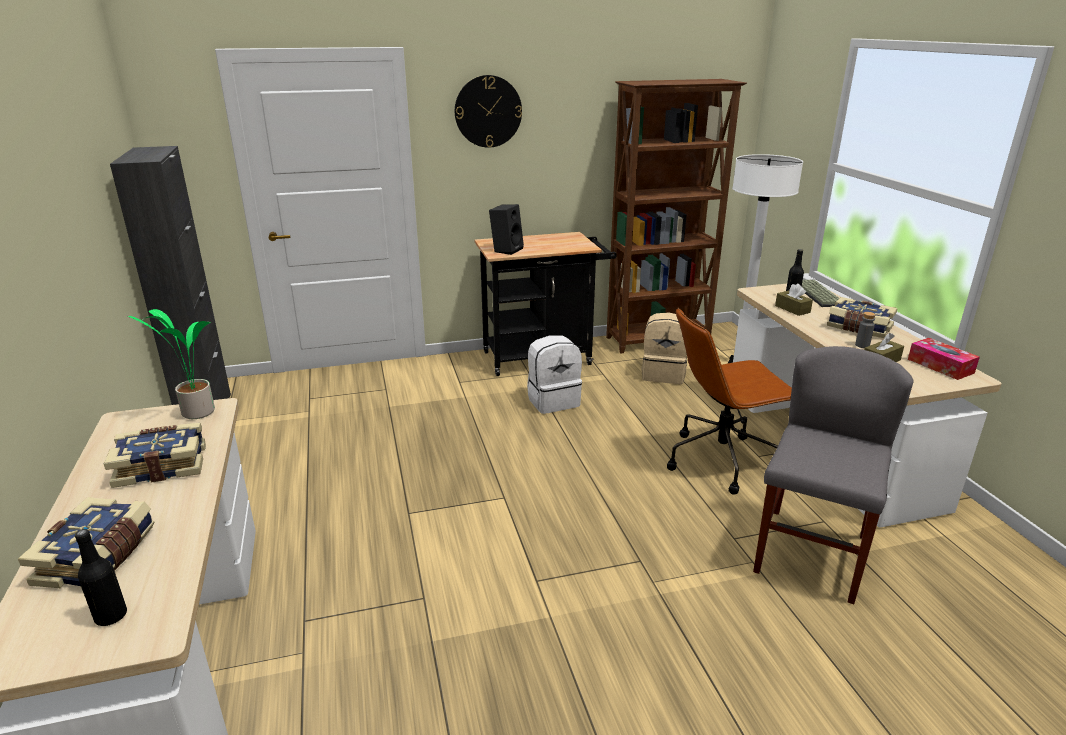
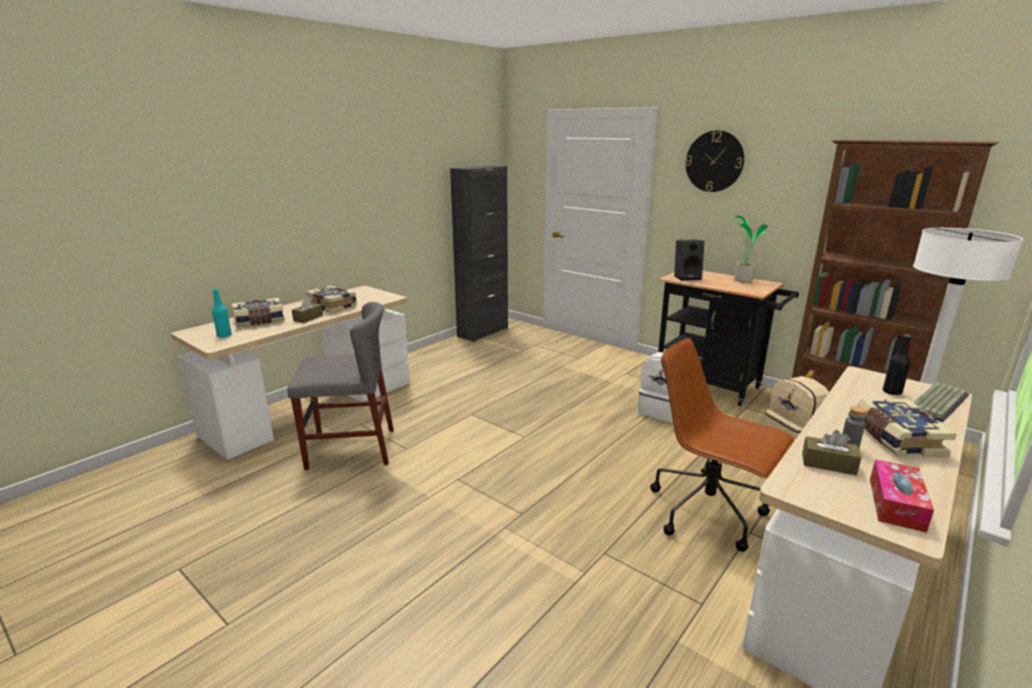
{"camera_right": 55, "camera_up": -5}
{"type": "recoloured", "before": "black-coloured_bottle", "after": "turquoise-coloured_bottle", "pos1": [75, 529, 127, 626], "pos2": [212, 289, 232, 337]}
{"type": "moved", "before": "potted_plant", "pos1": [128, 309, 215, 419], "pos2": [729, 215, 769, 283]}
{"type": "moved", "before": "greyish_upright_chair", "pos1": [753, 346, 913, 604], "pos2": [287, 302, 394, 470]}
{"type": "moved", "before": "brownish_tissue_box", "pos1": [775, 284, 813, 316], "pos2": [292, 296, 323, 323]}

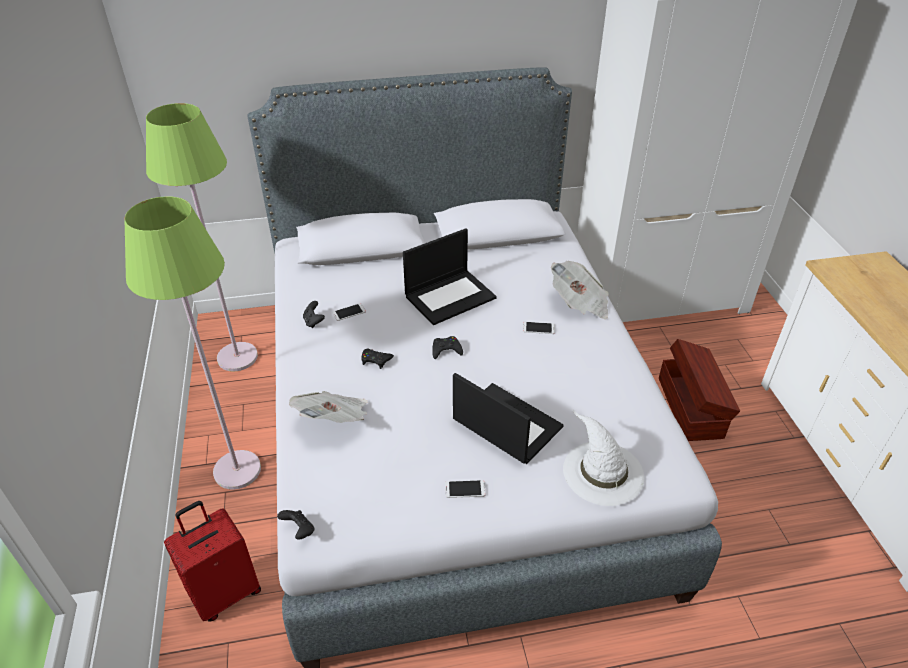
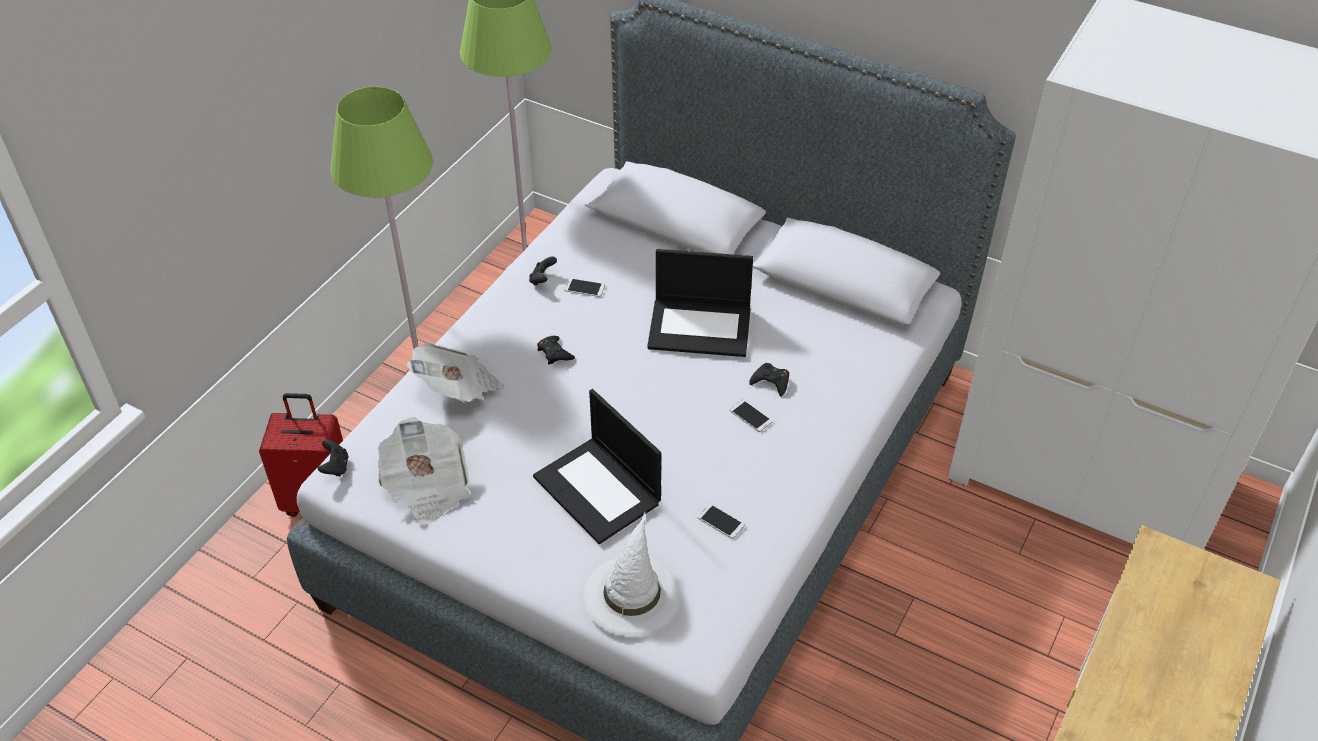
{"camera_right": 40, "camera_up": 5}
{"type": "moved", "before": "black-coloured_joypad", "pos1": [432, 336, 463, 359], "pos2": [749, 363, 789, 397]}
{"type": "moved", "before": "telephone", "pos1": [445, 480, 486, 498], "pos2": [697, 504, 745, 539]}
{"type": "turned", "before": "portable_computer", "pos1": [453, 373, 563, 464], "pos2": [533, 389, 661, 544], "turn": 150}
{"type": "moved", "before": "newspaper", "pos1": [551, 261, 609, 319], "pos2": [378, 417, 470, 526]}
{"type": "removed", "before": "brownish_storage_bin", "pos1": [659, 339, 740, 441]}

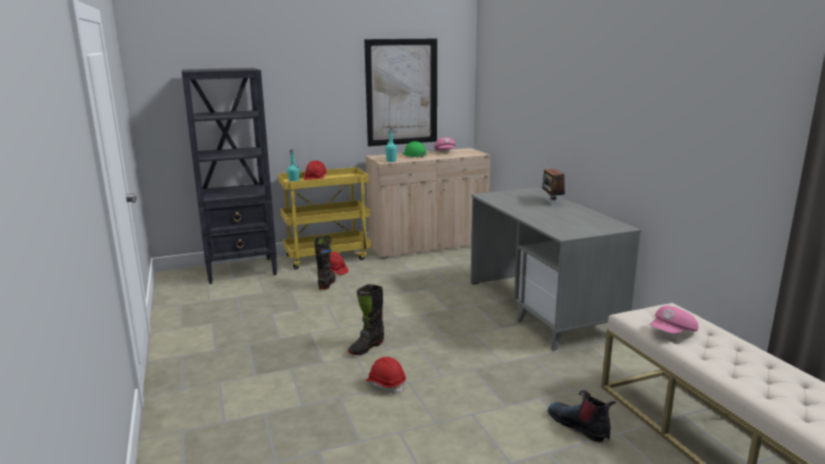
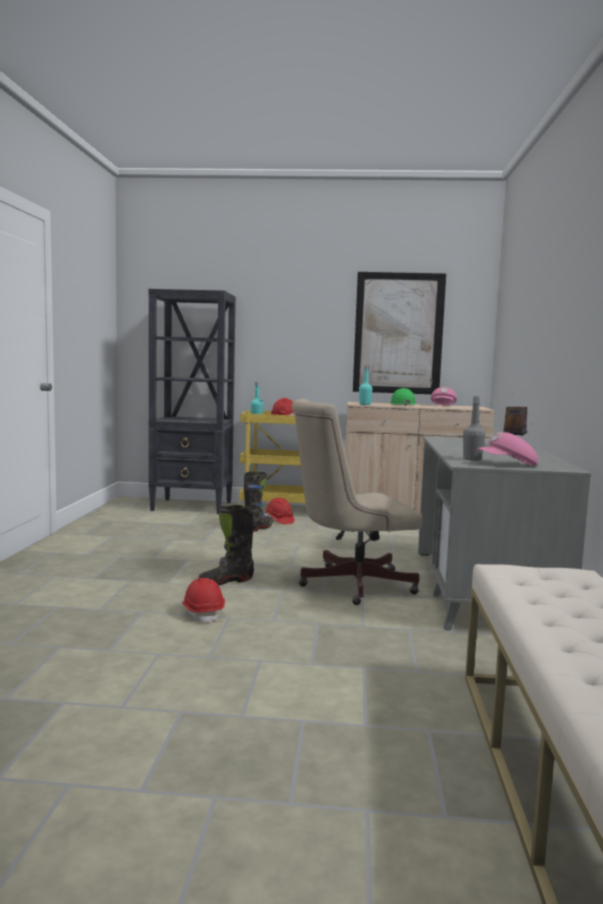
{"camera_right": 25, "camera_up": -10}
{"type": "removed", "before": "high-top_boot", "pos1": [548, 390, 616, 443]}
{"type": "moved", "before": "pink-coloured_cap", "pos1": [650, 306, 698, 334], "pos2": [477, 432, 538, 466]}
{"type": "added", "after": "sand-coloured_office_chair", "pos2": [292, 399, 422, 605]}
{"type": "added", "after": "greyish_bottle", "pos2": [463, 396, 485, 461]}

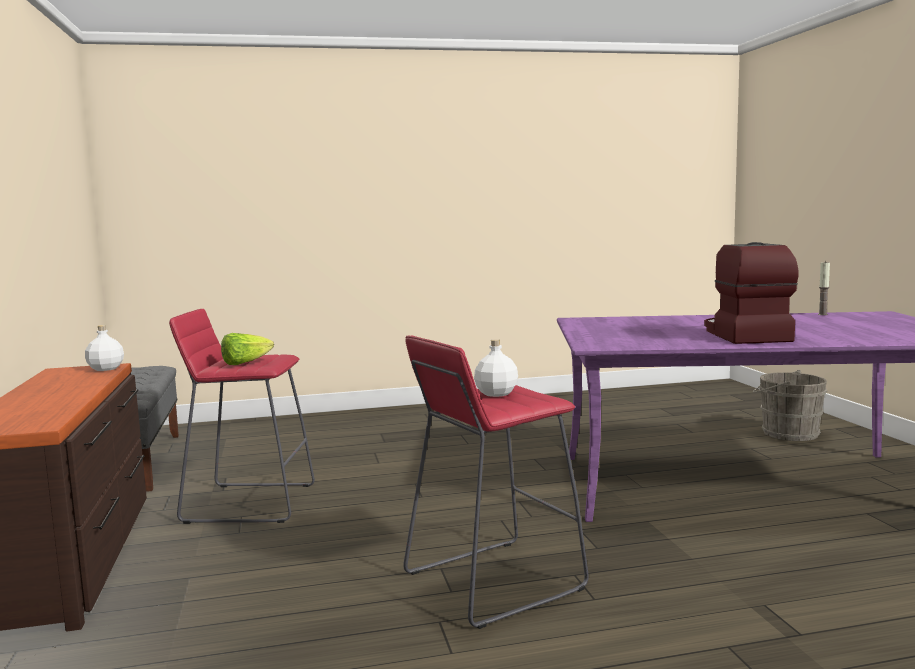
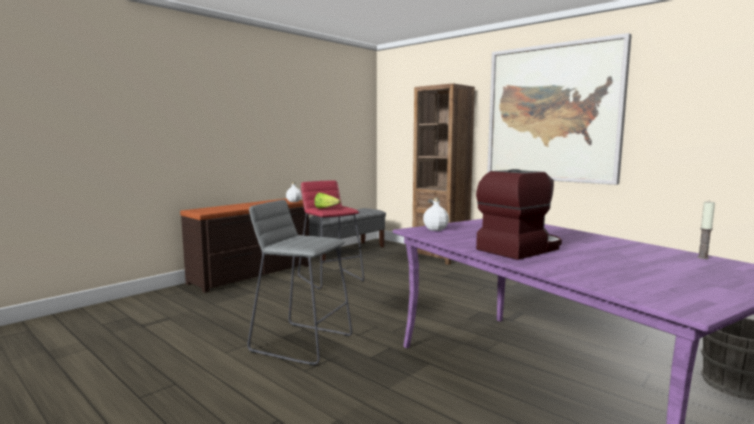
{"camera_right": 55, "camera_up": 0}
{"type": "recoloured", "before": "red-coloured_stool", "after": "greyish_stool", "pos1": [403, 335, 589, 629], "pos2": [247, 200, 352, 366]}
{"type": "moved", "before": "white-coloured_bottle", "pos1": [474, 339, 518, 397], "pos2": [423, 198, 449, 231]}
{"type": "added", "after": "brownish_bookshelf", "pos2": [413, 83, 475, 265]}
{"type": "added", "after": "wall_picture", "pos2": [487, 33, 632, 185]}

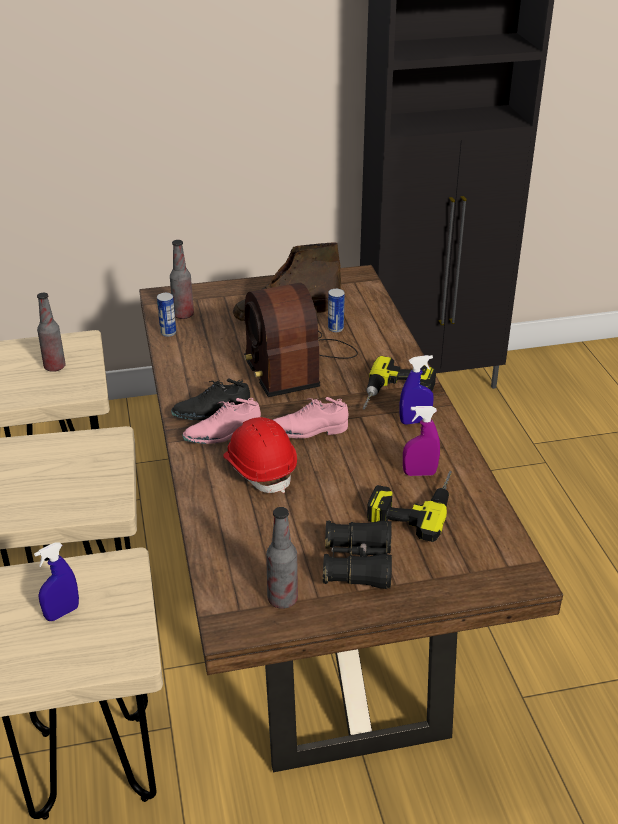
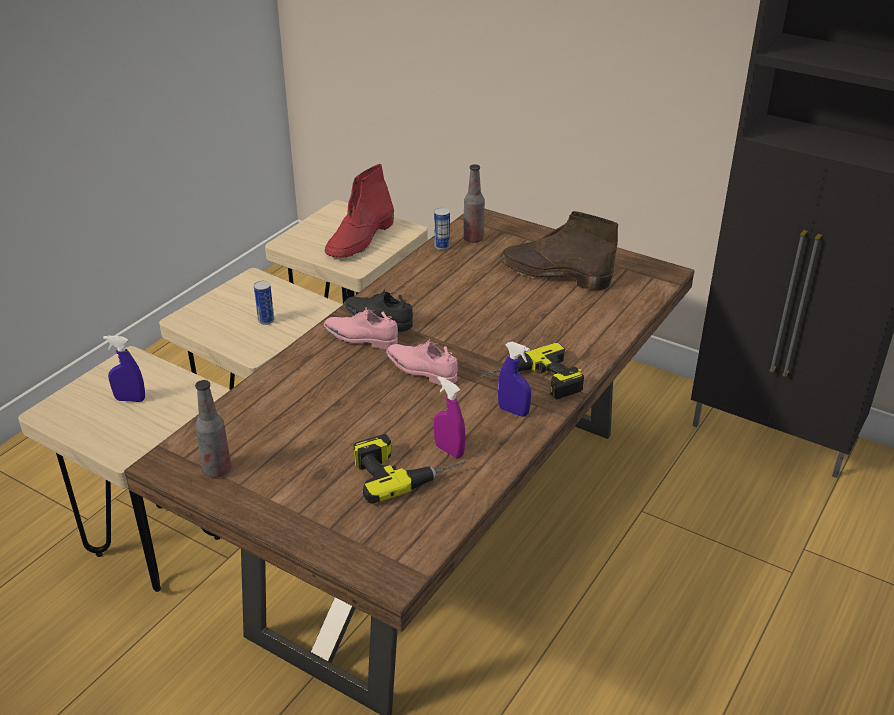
{"camera_right": 45, "camera_up": 0}
{"type": "replaced", "before": "bottle", "after": "red-coloured_high-top_boot", "pos1": [37, 293, 66, 372], "pos2": [325, 164, 394, 258]}
{"type": "removed", "before": "red-coloured_hard_hat", "pos1": [223, 417, 297, 493]}
{"type": "removed", "before": "radio_receiver", "pos1": [244, 283, 358, 397]}
{"type": "removed", "before": "black-coloured_binoculars", "pos1": [323, 520, 392, 589]}
{"type": "moved", "before": "can", "pos1": [328, 289, 345, 332], "pos2": [254, 281, 274, 325]}

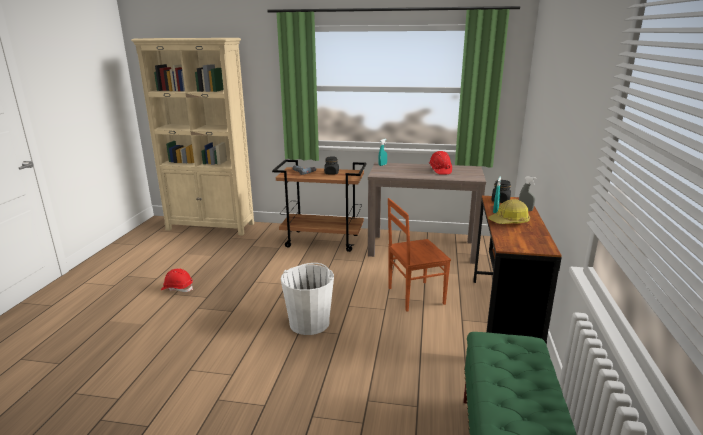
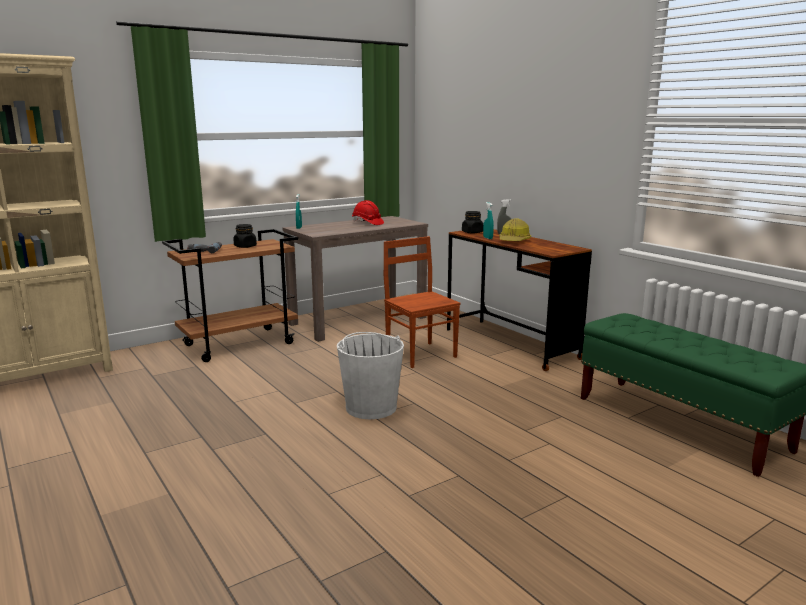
{"camera_right": -45, "camera_up": -5}
{"type": "removed", "before": "red-coloured_hard_hat", "pos1": [161, 268, 193, 292]}
{"type": "turned", "before": "brownish_upright_chair", "pos1": [388, 198, 451, 312], "pos2": [384, 236, 461, 368], "turn": 120}

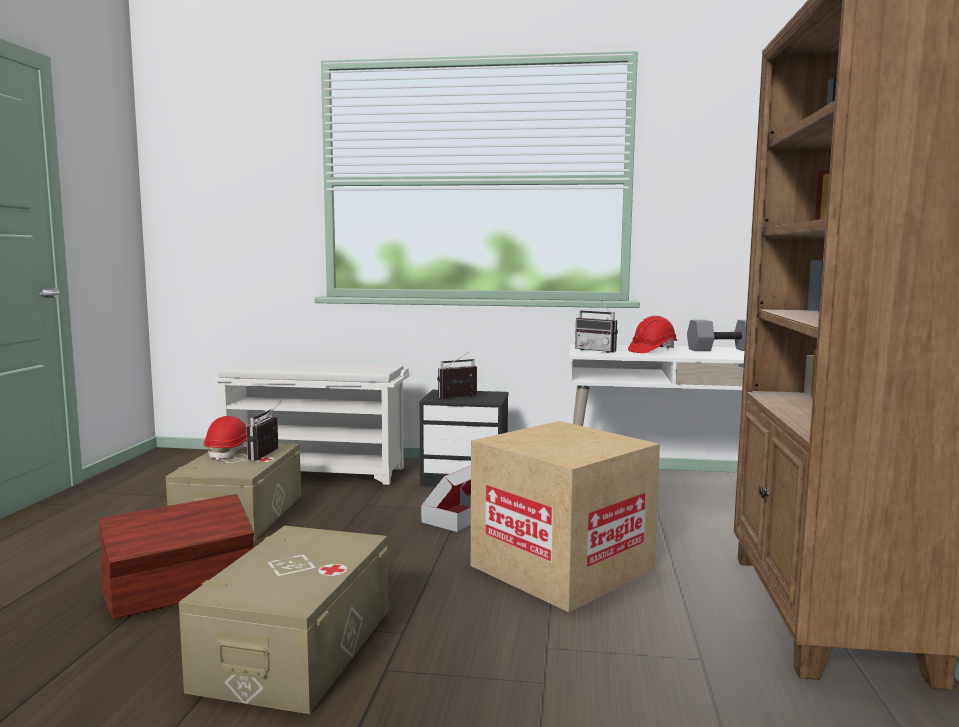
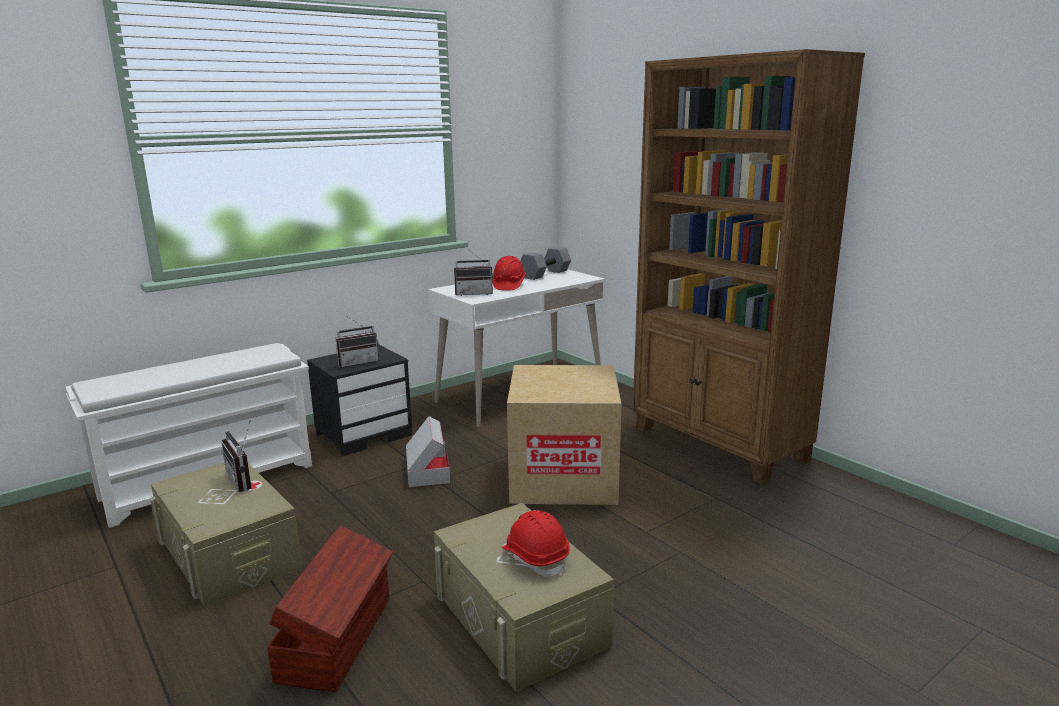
{"camera_right": -45, "camera_up": 10}
{"type": "moved", "before": "red-coloured_hard_hat", "pos1": [204, 416, 247, 460], "pos2": [502, 510, 570, 577]}
{"type": "turned", "before": "radio_receiver", "pos1": [437, 352, 477, 399], "pos2": [336, 316, 379, 367], "turn": -135}

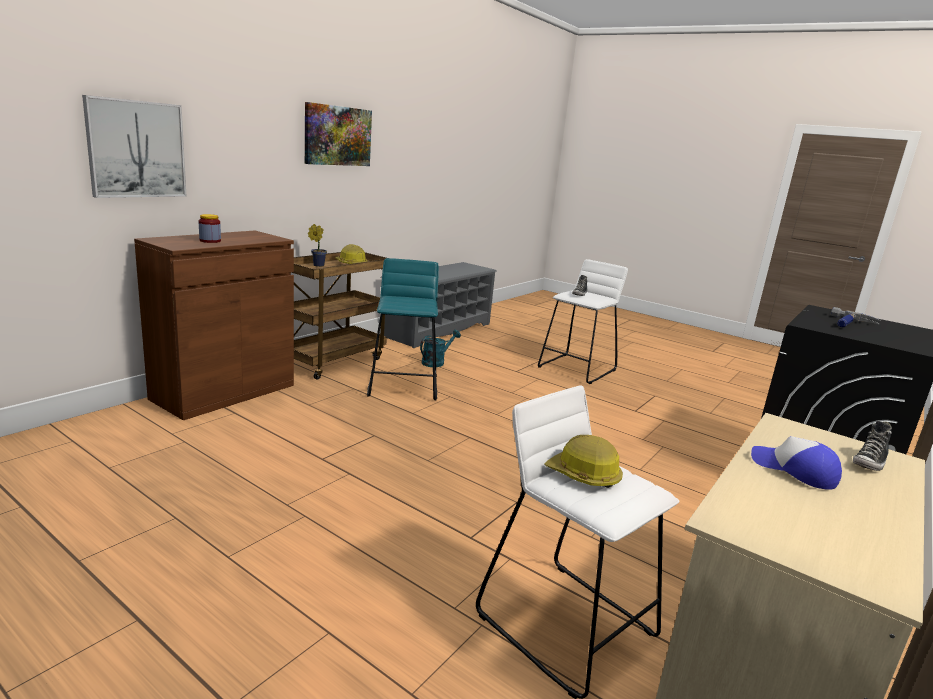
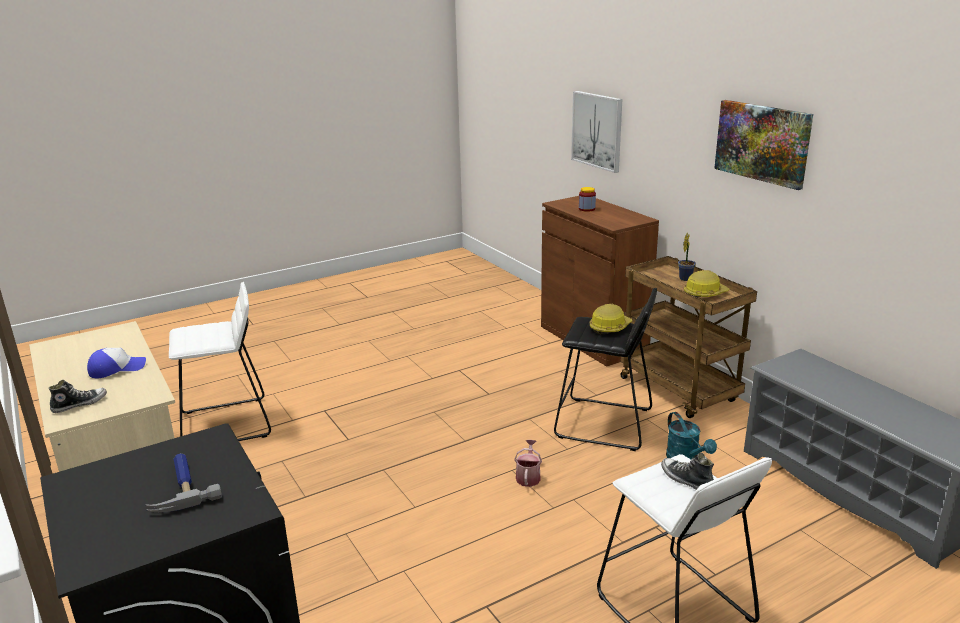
{"camera_right": 115, "camera_up": 5}
{"type": "recoloured", "before": "turquoise-coloured_stool", "after": "black-coloured_stool", "pos1": [367, 258, 439, 400], "pos2": [554, 288, 657, 451]}
{"type": "moved", "before": "hard_hat", "pos1": [544, 435, 623, 488], "pos2": [590, 304, 632, 335]}
{"type": "turned", "before": "low_shoe", "pos1": [853, 421, 892, 471], "pos2": [49, 380, 107, 413], "turn": 75}
{"type": "added", "after": "sprinkling_can", "pos2": [514, 440, 542, 487]}

